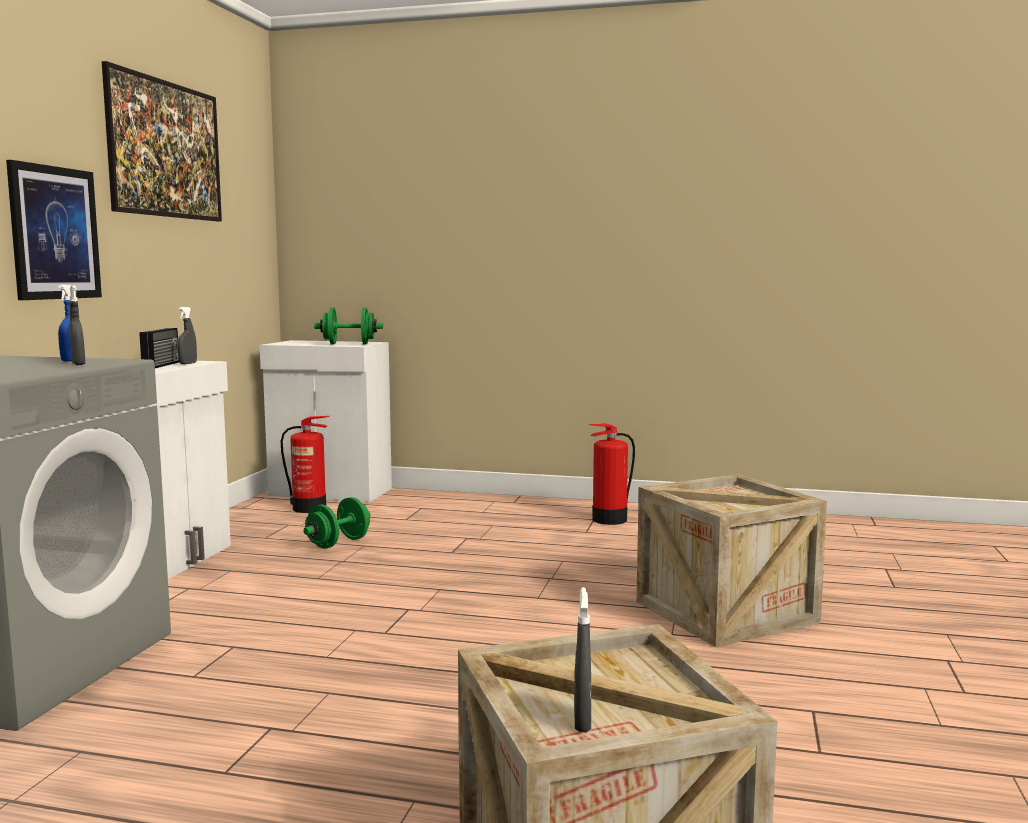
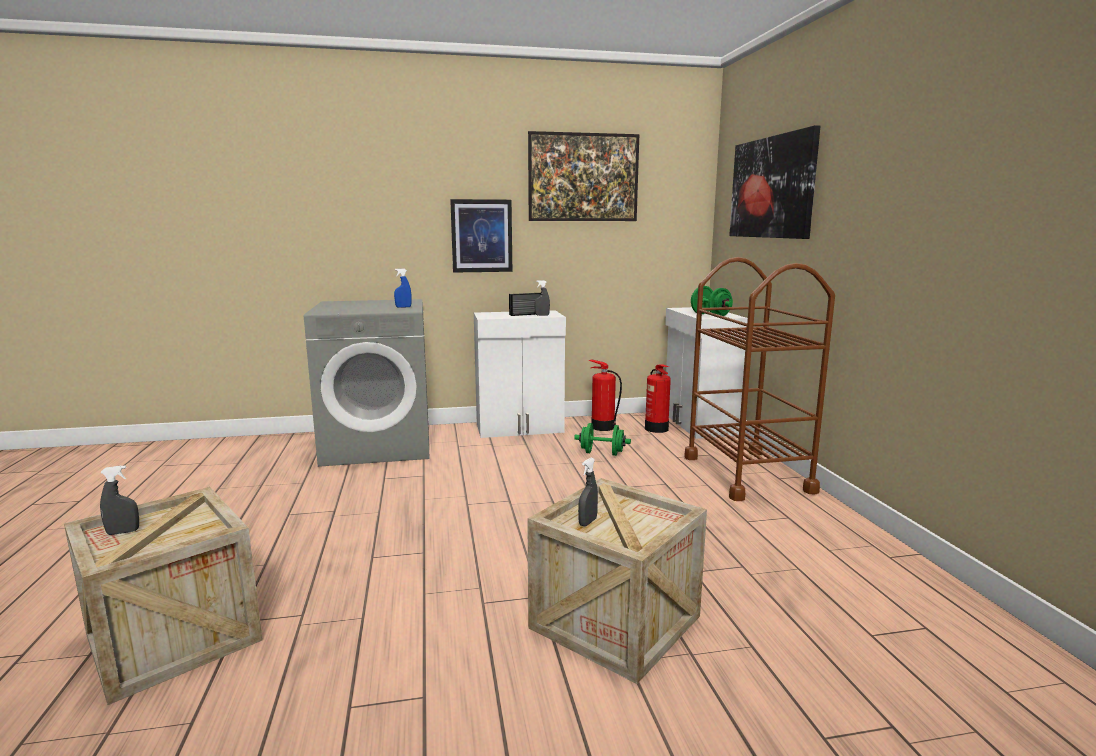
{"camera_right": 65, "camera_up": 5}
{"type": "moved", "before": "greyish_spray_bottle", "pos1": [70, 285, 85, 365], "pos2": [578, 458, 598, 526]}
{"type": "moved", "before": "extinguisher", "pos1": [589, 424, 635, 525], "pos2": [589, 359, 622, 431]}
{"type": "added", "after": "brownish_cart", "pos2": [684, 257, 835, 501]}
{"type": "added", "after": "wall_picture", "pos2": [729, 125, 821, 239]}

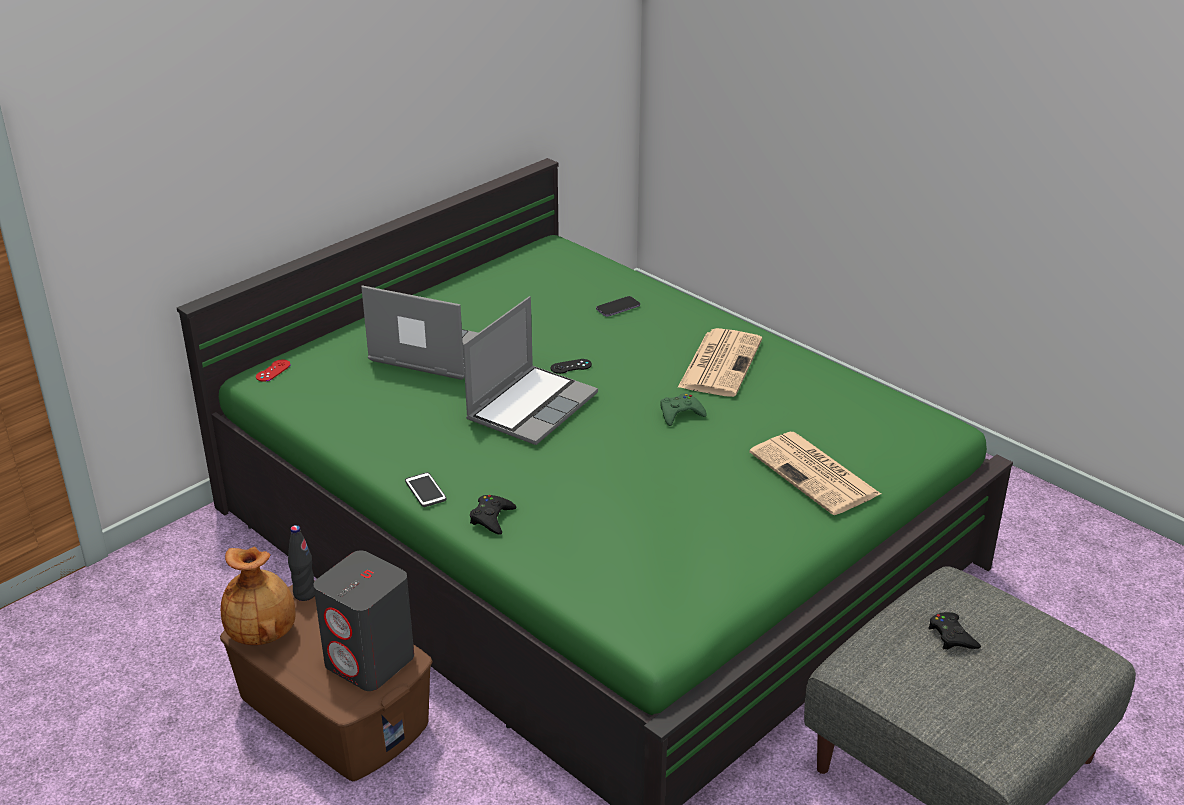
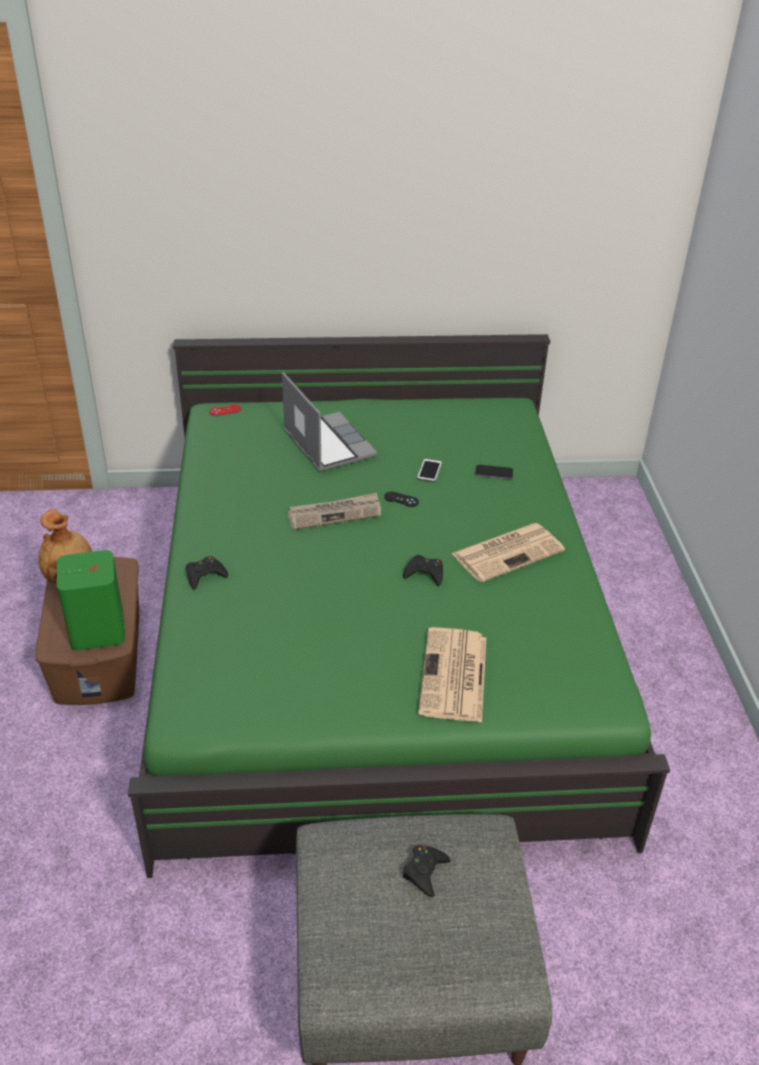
{"camera_right": 40, "camera_up": 5}
{"type": "removed", "before": "black-coloured_bottle", "pos1": [288, 525, 315, 601]}
{"type": "recoloured", "before": "greyish_audio_speaker", "after": "green-coloured_audio_speaker", "pos1": [314, 550, 414, 691], "pos2": [57, 550, 126, 651]}
{"type": "moved", "before": "telephone", "pos1": [405, 472, 447, 507], "pos2": [417, 458, 442, 482]}
{"type": "replaced", "before": "portable_computer", "after": "newspaper", "pos1": [463, 296, 598, 445], "pos2": [287, 493, 381, 530]}
{"type": "recoloured", "before": "green-coloured_joypad", "after": "black-coloured_joypad", "pos1": [660, 393, 707, 426], "pos2": [403, 555, 443, 586]}

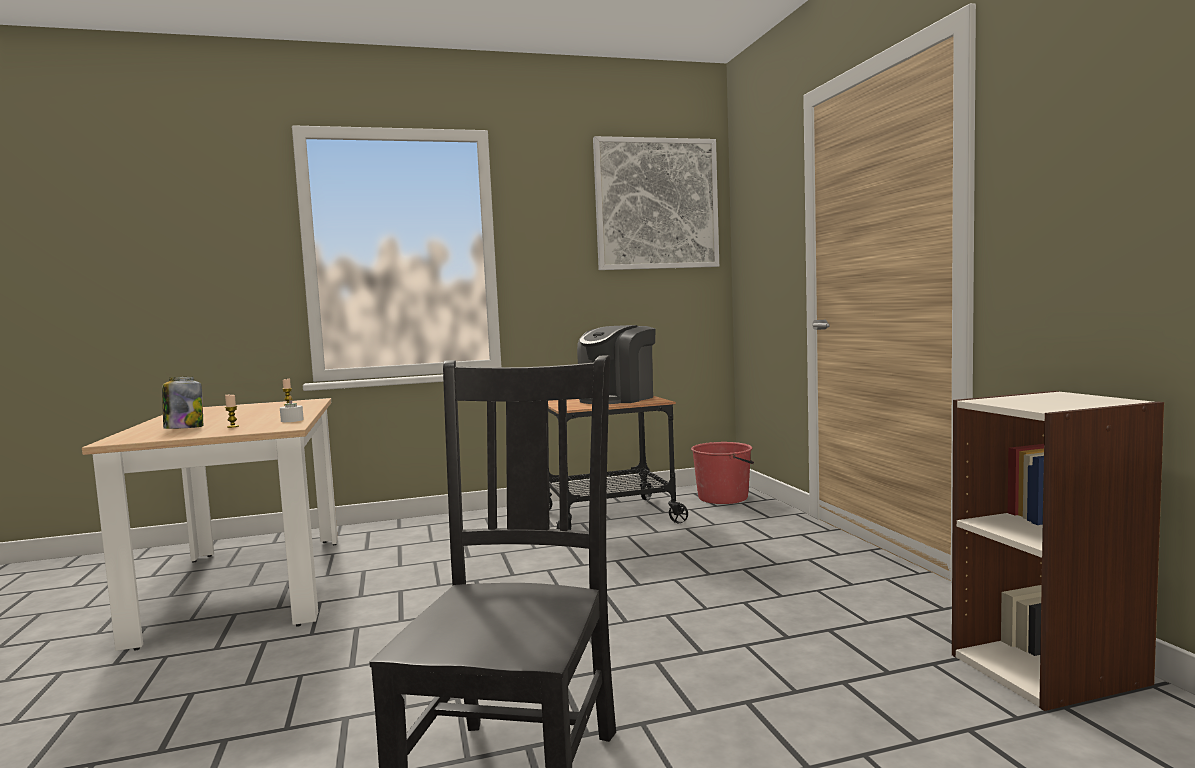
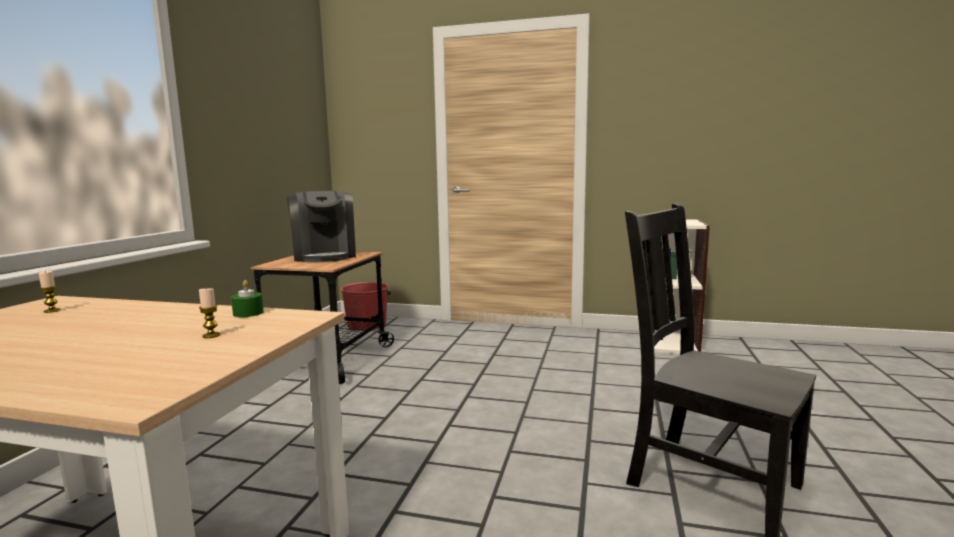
{"camera_right": -60, "camera_up": 5}
{"type": "removed", "before": "storage_jar", "pos1": [162, 377, 203, 429]}
{"type": "recoloured", "before": "white-coloured_wax_candle", "after": "green-coloured_wax_candle", "pos1": [280, 396, 304, 422], "pos2": [231, 280, 264, 317]}
{"type": "removed", "before": "wall_picture", "pos1": [593, 136, 719, 270]}

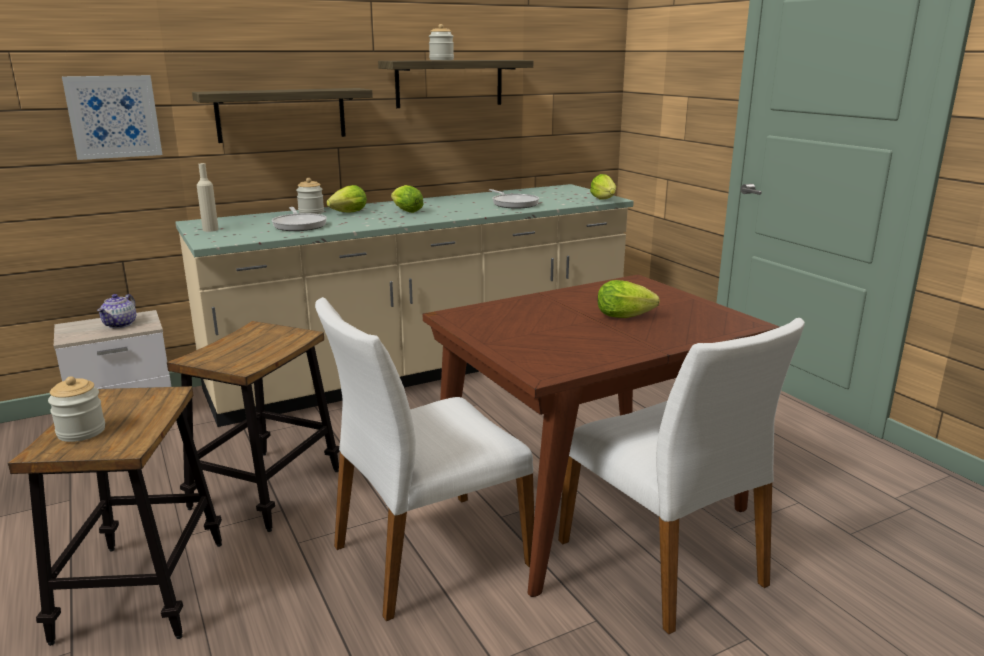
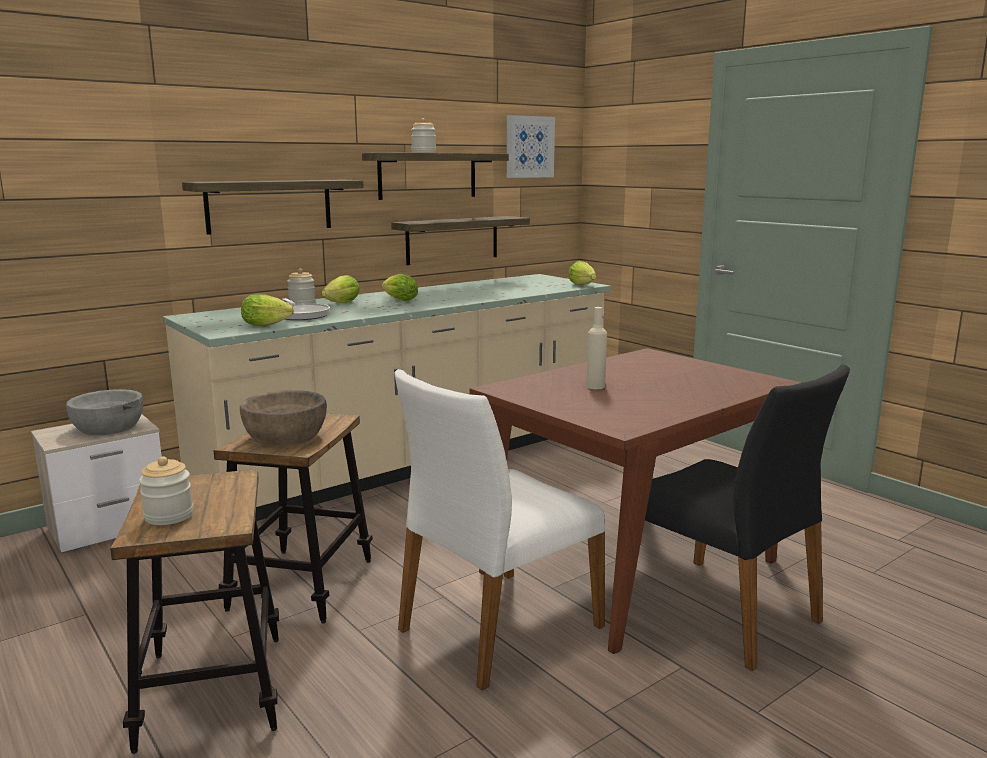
{"camera_right": -10, "camera_up": -5}
{"type": "moved", "before": "wall_picture", "pos1": [62, 75, 162, 160], "pos2": [507, 115, 555, 178]}
{"type": "replaced", "before": "teapot", "after": "greyish_bowl", "pos1": [97, 294, 136, 328], "pos2": [66, 389, 143, 435]}
{"type": "moved", "before": "sand-coloured_bottle", "pos1": [197, 163, 219, 232], "pos2": [586, 307, 607, 389]}
{"type": "removed", "before": "pan", "pos1": [489, 189, 539, 208]}
{"type": "recoloured", "before": "white-coloured_upright_chair", "after": "black-coloured_upright_chair", "pos1": [558, 318, 805, 634], "pos2": [645, 365, 850, 671]}
{"type": "moved", "before": "lettuce_head", "pos1": [598, 280, 660, 318], "pos2": [241, 294, 294, 326]}
{"type": "added", "after": "brownish_bowl", "pos2": [240, 390, 327, 446]}
{"type": "added", "after": "shelf", "pos2": [391, 216, 530, 265]}

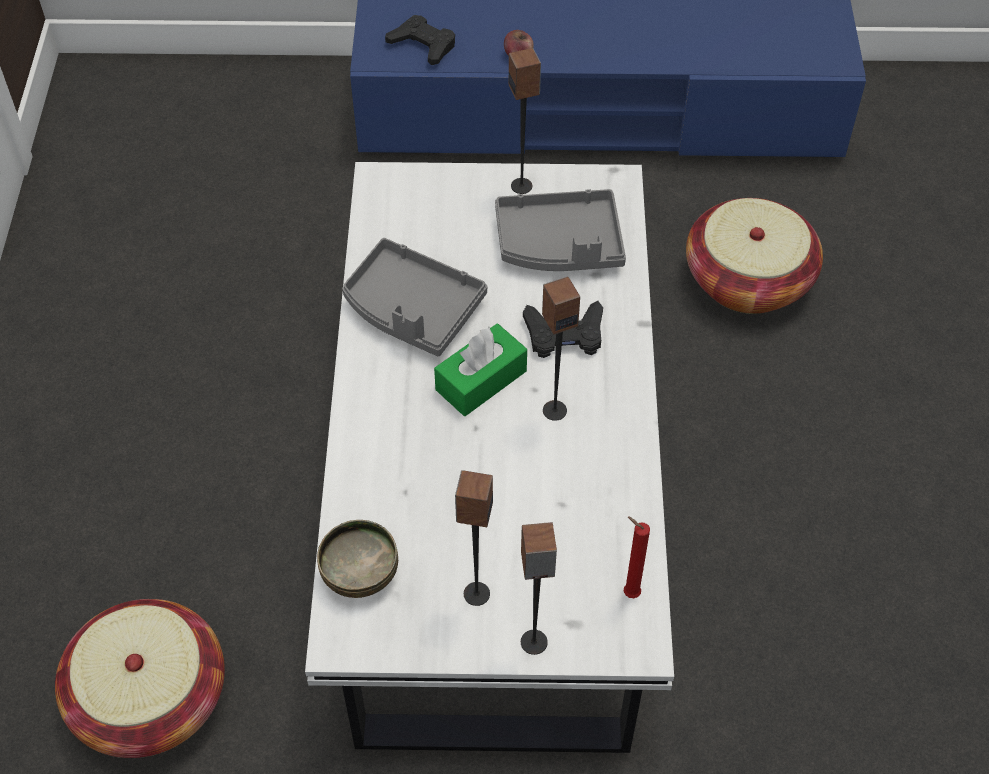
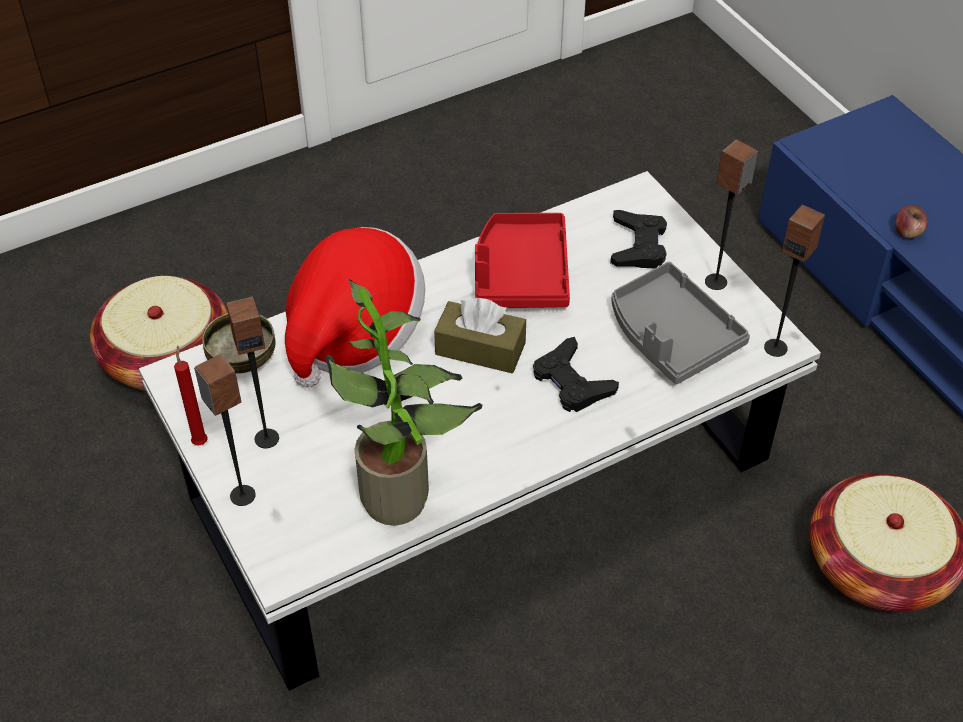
{"camera_right": 60, "camera_up": -5}
{"type": "recoloured", "before": "greyish_carrying_tray", "after": "red-coloured_carrying_tray", "pos1": [342, 238, 487, 356], "pos2": [475, 213, 570, 308]}
{"type": "moved", "before": "black-coloured_joypad", "pos1": [385, 15, 455, 65], "pos2": [610, 210, 667, 268]}
{"type": "recoloured", "before": "green-coloured_tissue_box", "after": "brownish_tissue_box", "pos1": [434, 324, 527, 416], "pos2": [434, 298, 526, 373]}
{"type": "moved", "before": "audio_speaker", "pos1": [542, 276, 580, 421], "pos2": [764, 205, 825, 357]}
{"type": "moved", "before": "red-coloured_wax_candle", "pos1": [624, 517, 650, 598], "pos2": [174, 346, 208, 445]}
{"type": "added", "after": "clothing_hat", "pos2": [285, 227, 425, 388]}
{"type": "added", "after": "potted_plant", "pos2": [325, 279, 482, 526]}

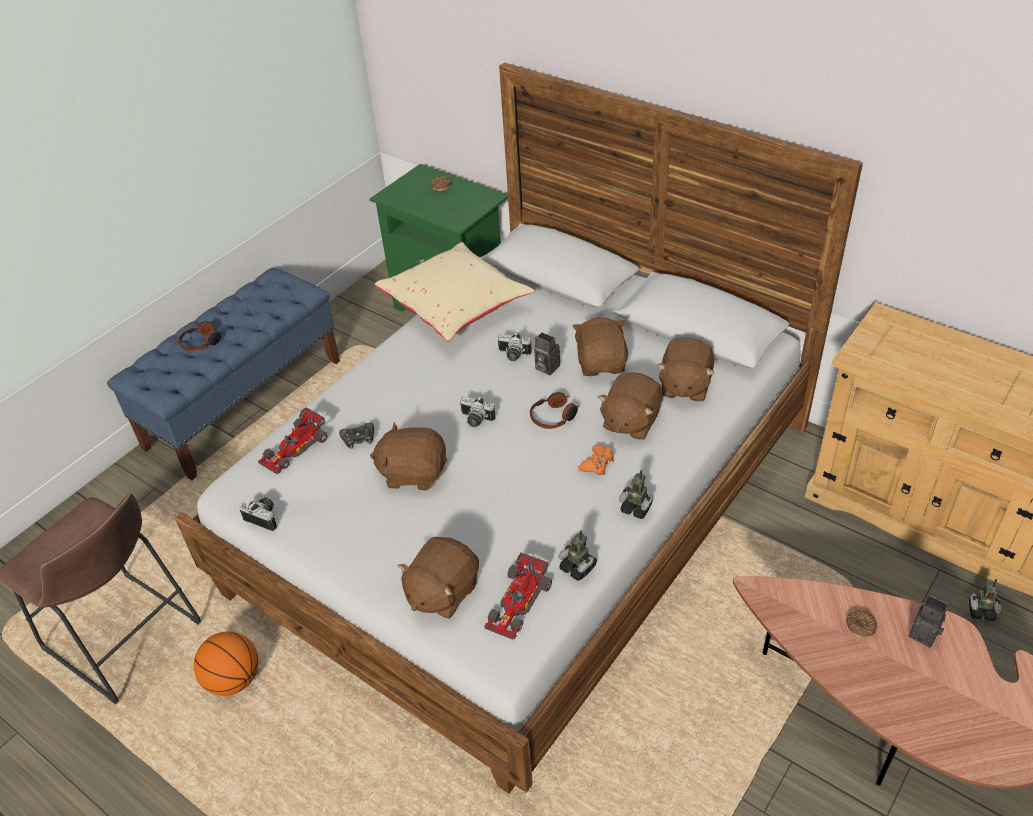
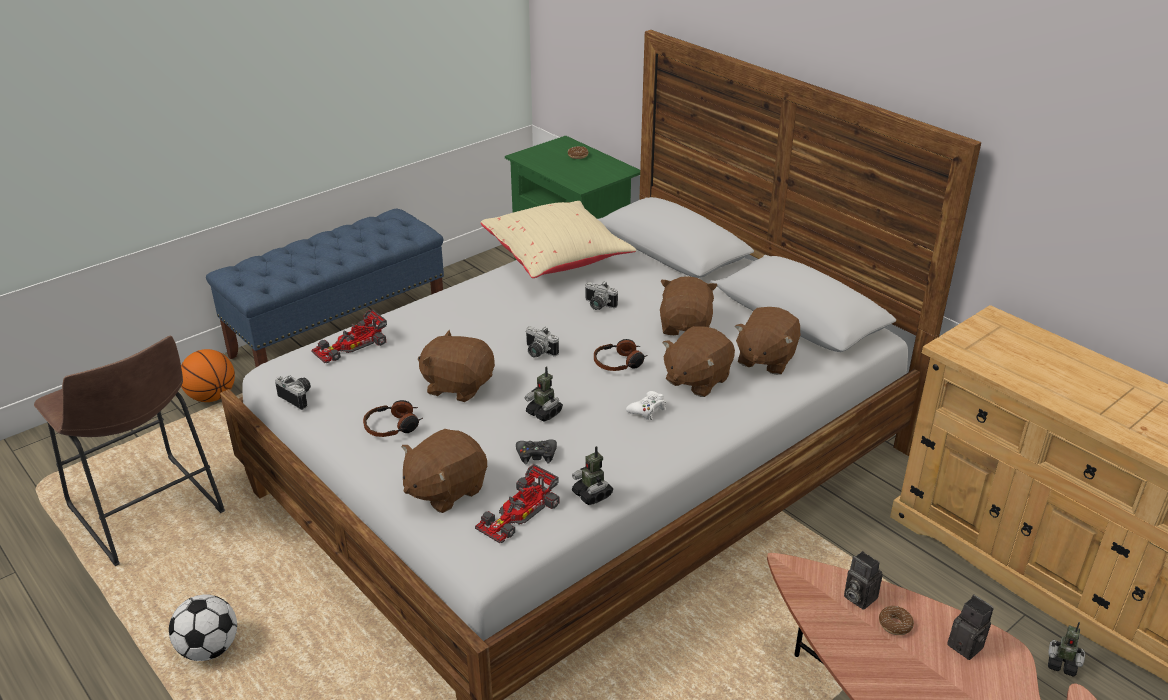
{"camera_right": 10, "camera_up": -10}
{"type": "moved", "before": "headphones", "pos1": [178, 321, 223, 351], "pos2": [363, 400, 423, 437]}
{"type": "moved", "before": "basketball_ball", "pos1": [194, 631, 259, 696], "pos2": [181, 349, 235, 402]}
{"type": "moved", "before": "black-coloured_joypad", "pos1": [339, 423, 374, 449], "pos2": [516, 439, 557, 464]}
{"type": "moved", "before": "photo_camera", "pos1": [534, 332, 560, 375], "pos2": [844, 551, 883, 610]}
{"type": "recoloured", "before": "orange-coloured_joypad", "after": "white-coloured_joypad", "pos1": [578, 445, 614, 475], "pos2": [626, 391, 666, 420]}
{"type": "moved", "before": "toy_robot", "pos1": [619, 470, 653, 519], "pos2": [525, 366, 563, 422]}
{"type": "added", "after": "ball_for_football", "pos2": [169, 594, 237, 661]}

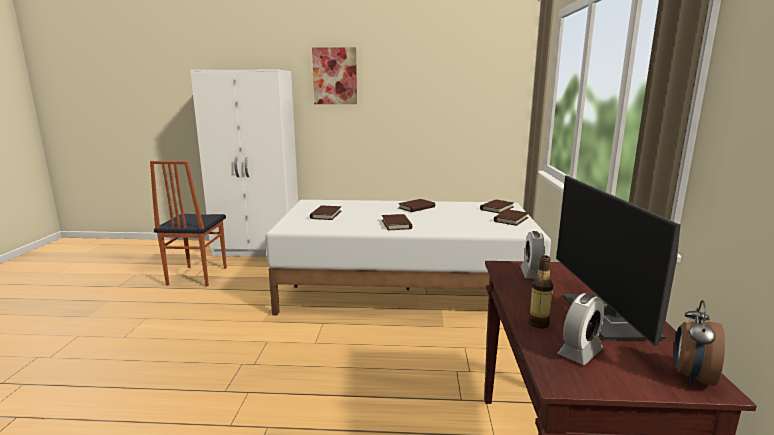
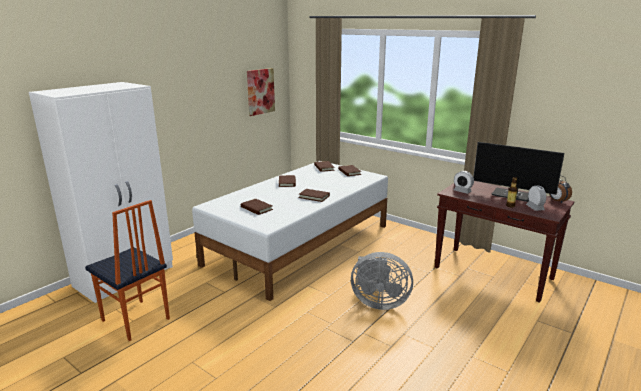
{"camera_right": -55, "camera_up": 5}
{"type": "moved", "before": "wall_picture", "pos1": [312, 47, 357, 104], "pos2": [247, 68, 275, 116]}
{"type": "added", "after": "greyish_fan", "pos2": [351, 252, 413, 310]}

